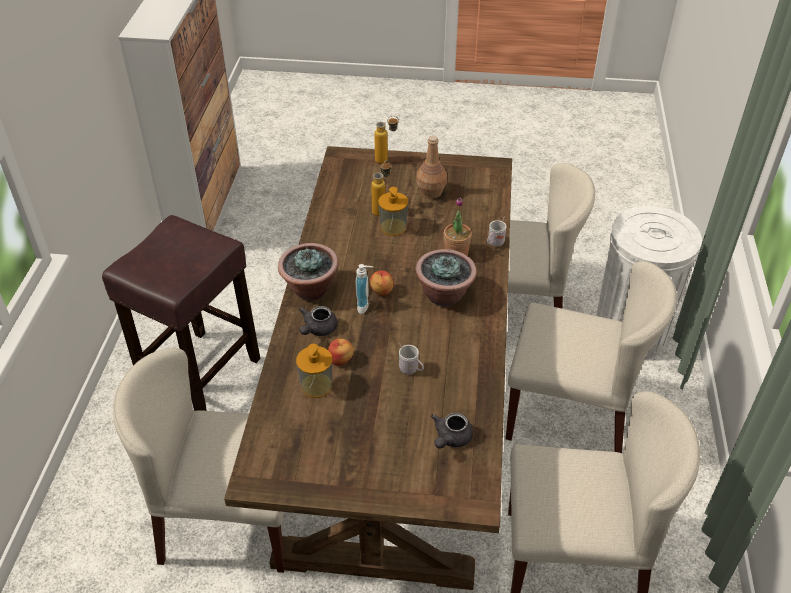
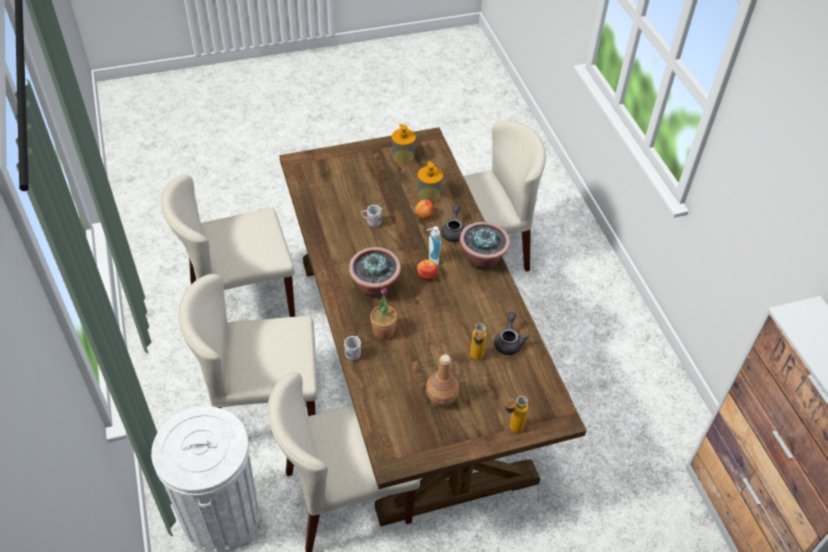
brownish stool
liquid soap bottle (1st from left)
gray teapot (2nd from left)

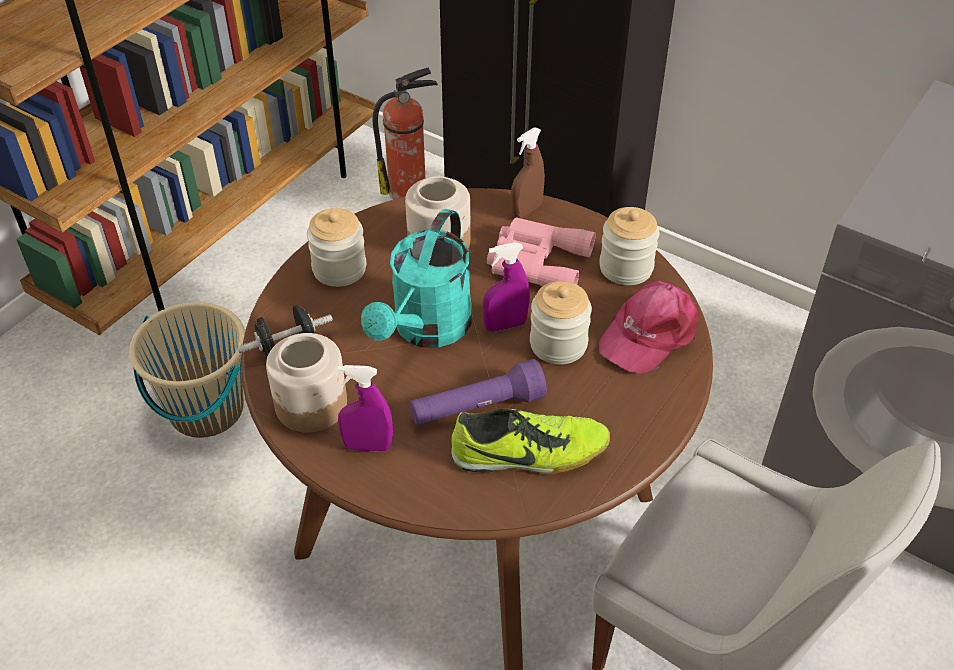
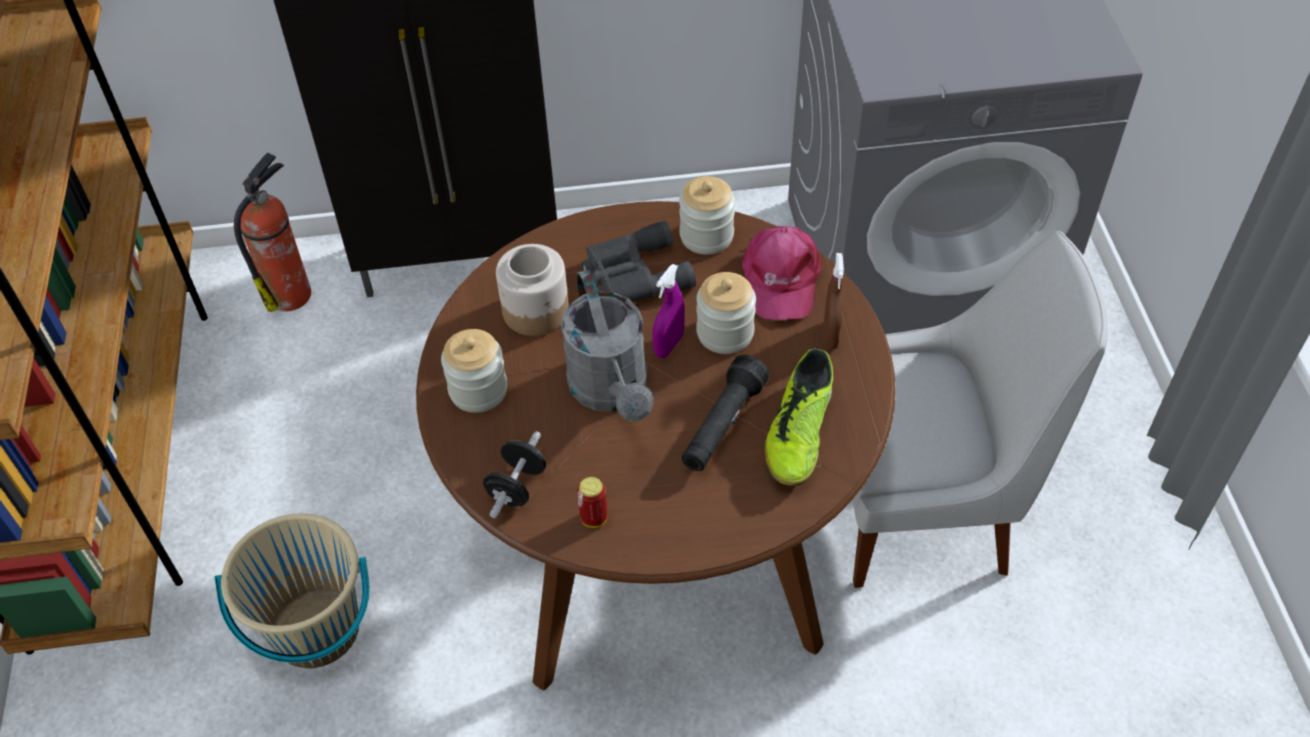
metal can
purple-coloured hand sprayer (1st from left in the first image)
gray watering can
black torch
item of footwear
gray pair of binoculars
brownish hand sprayer

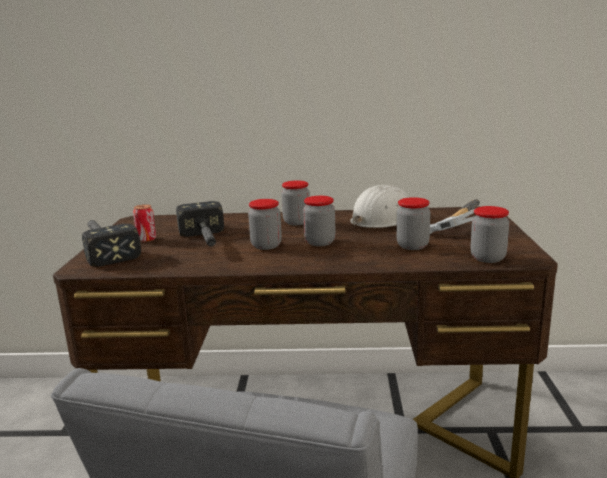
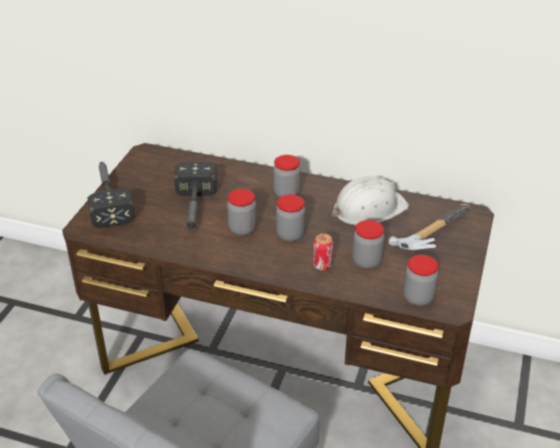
metal can

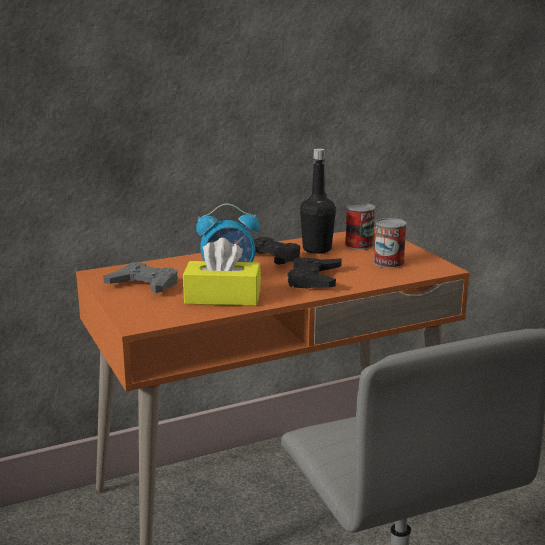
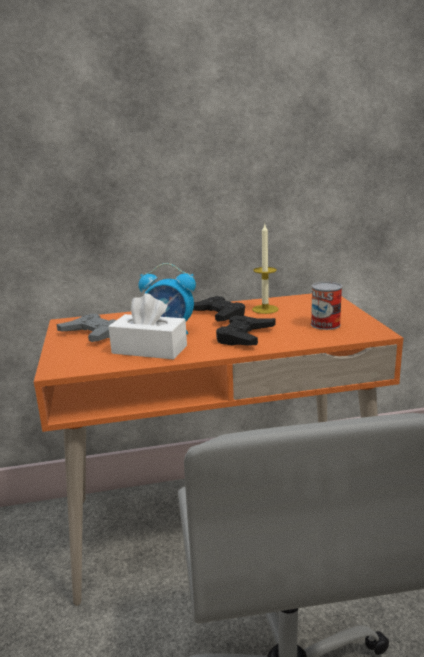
white box of tissues
wax light
metal can (1st from left in the first image)

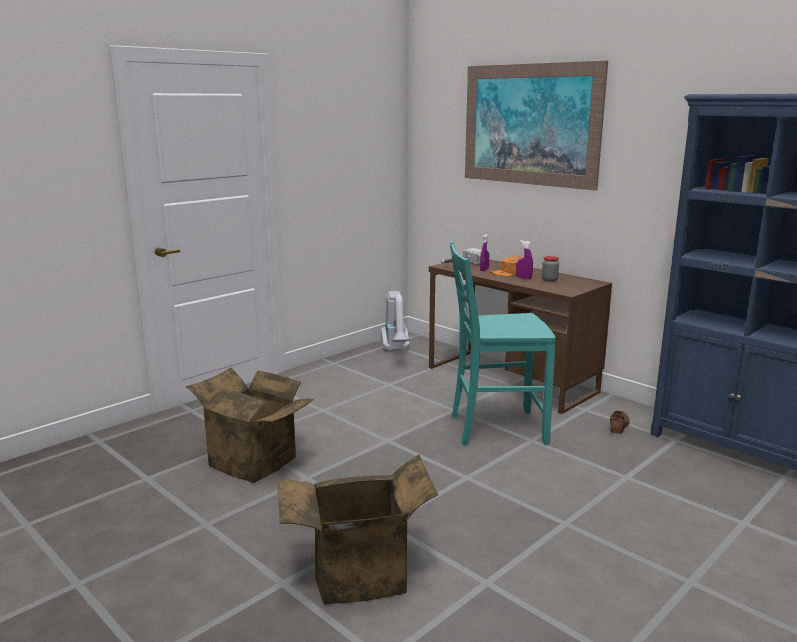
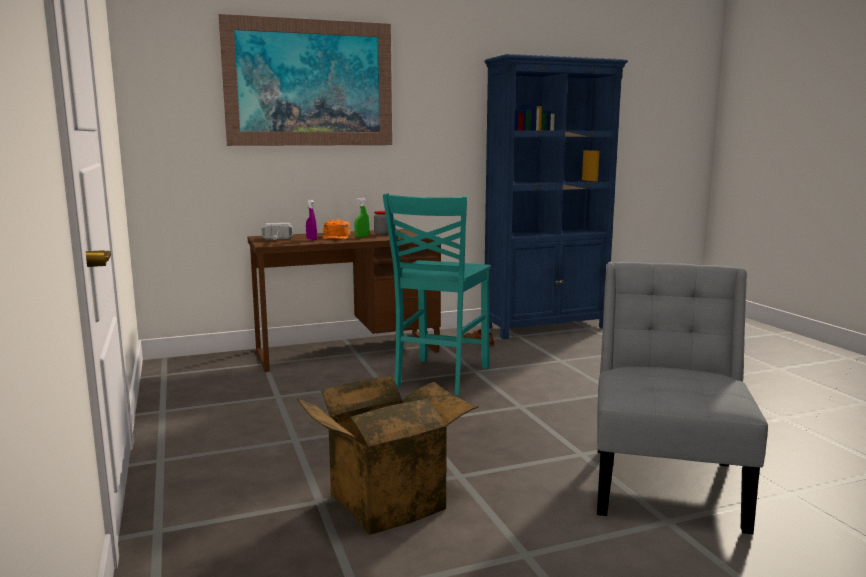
gray chair
vacuum cleaner
greenish hand sprayer

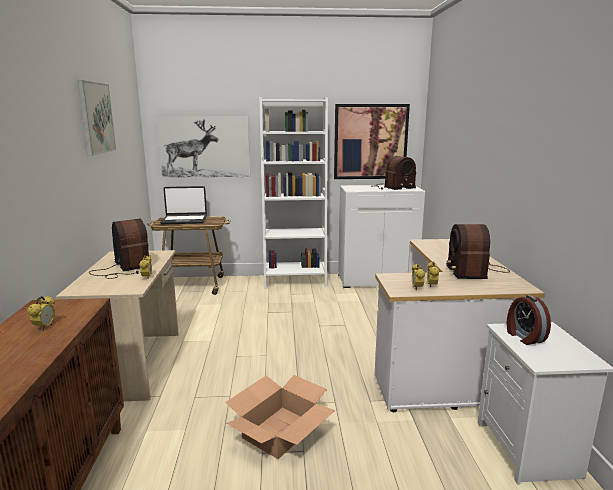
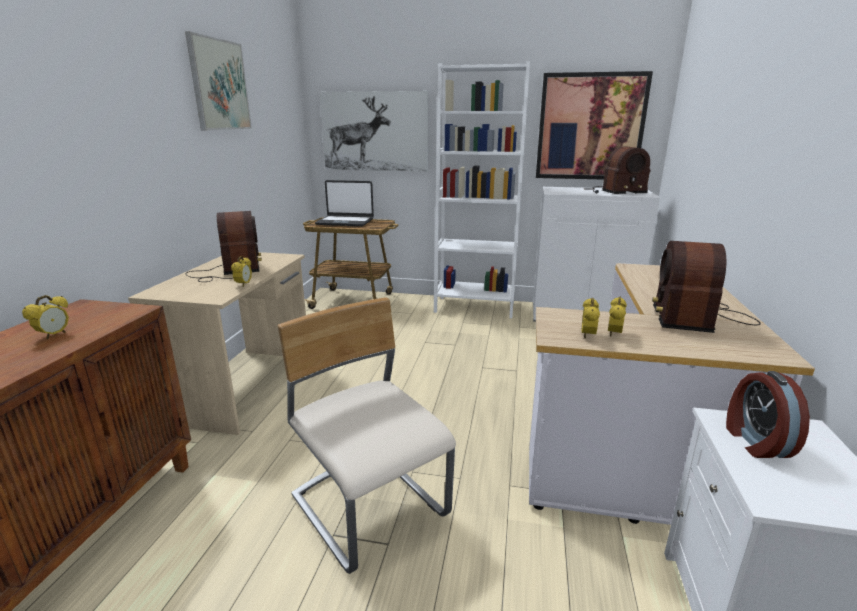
sand-coloured chair

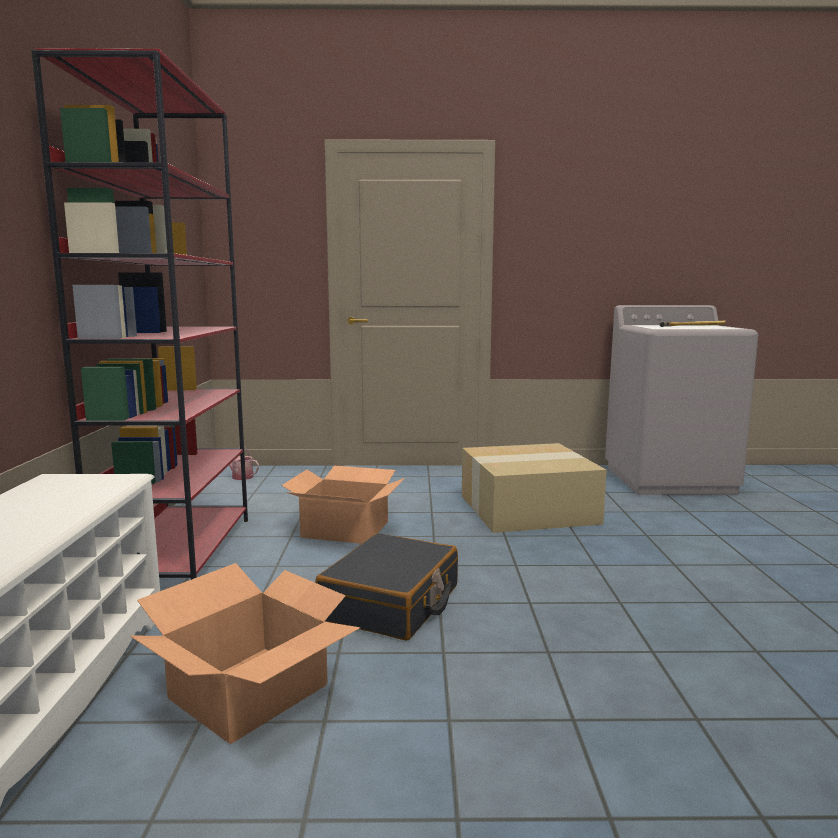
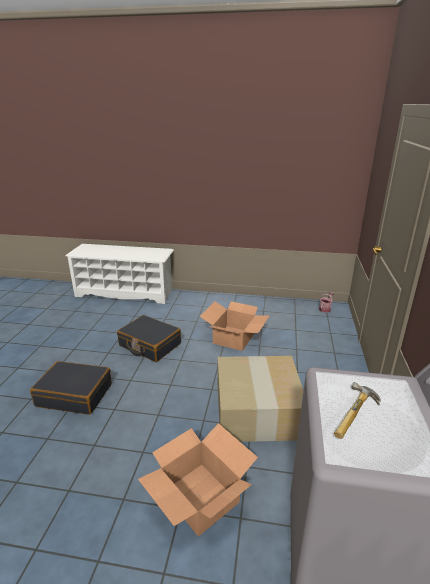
reddish bookcase
packing box (1st from left)
black travel case (1st from left)

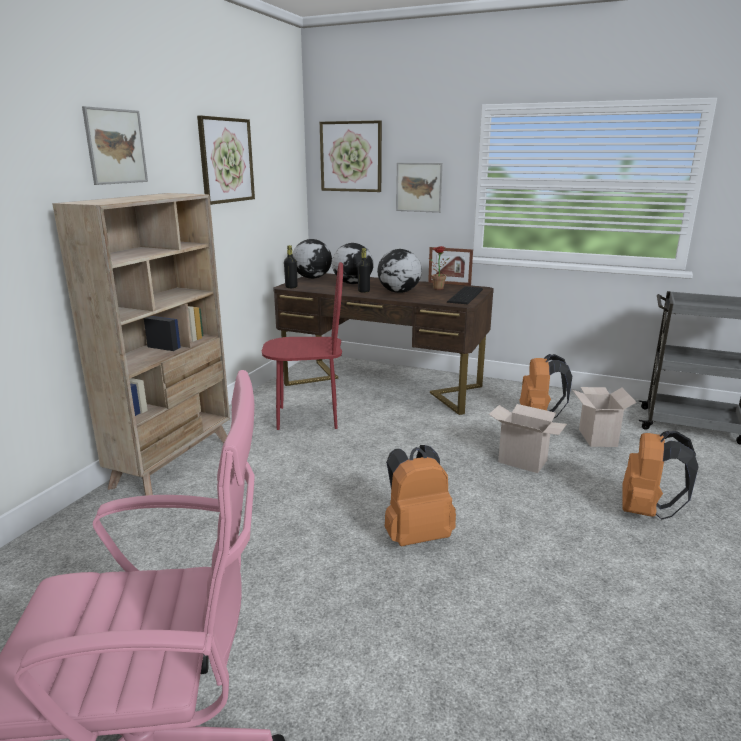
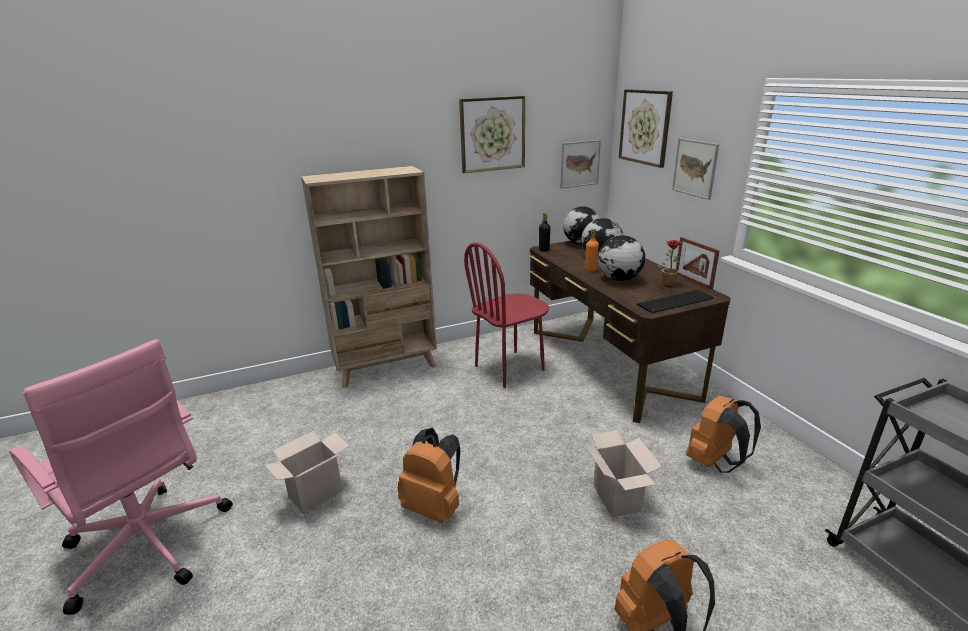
wall art (2nd from left)
reddish chair
orange bottle
packing box (1st from left)

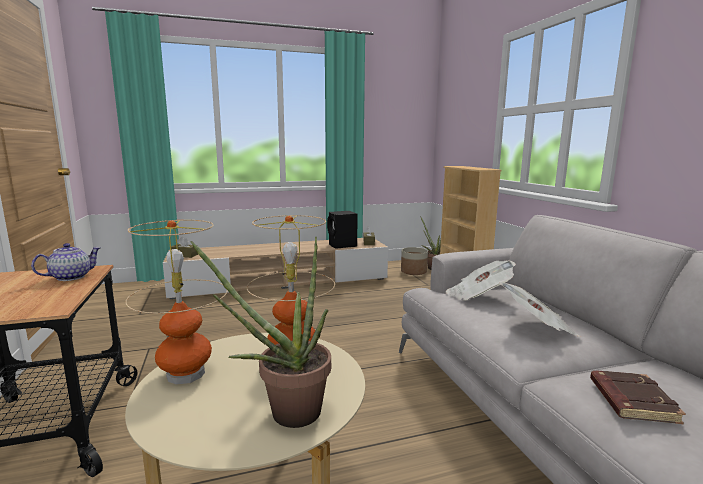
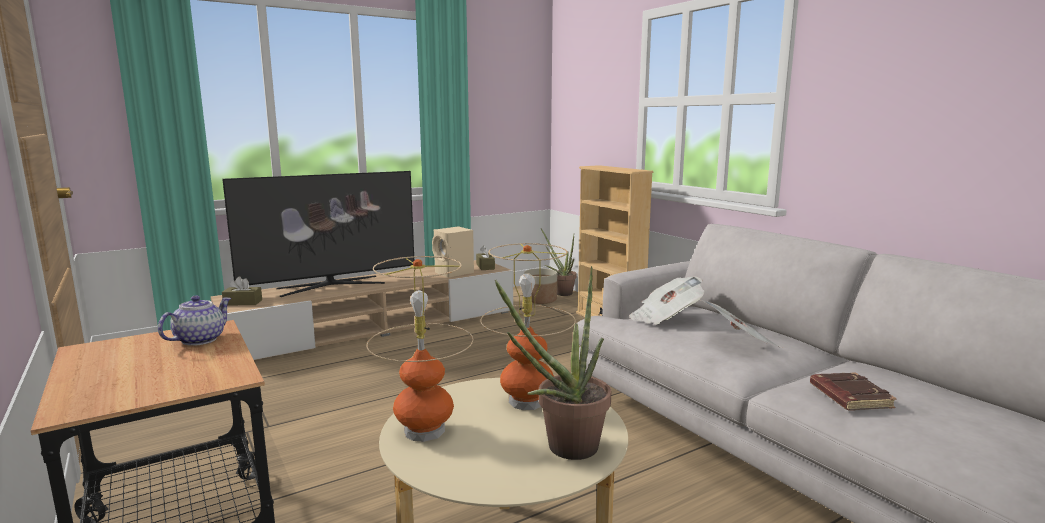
sand-coloured speaker
television

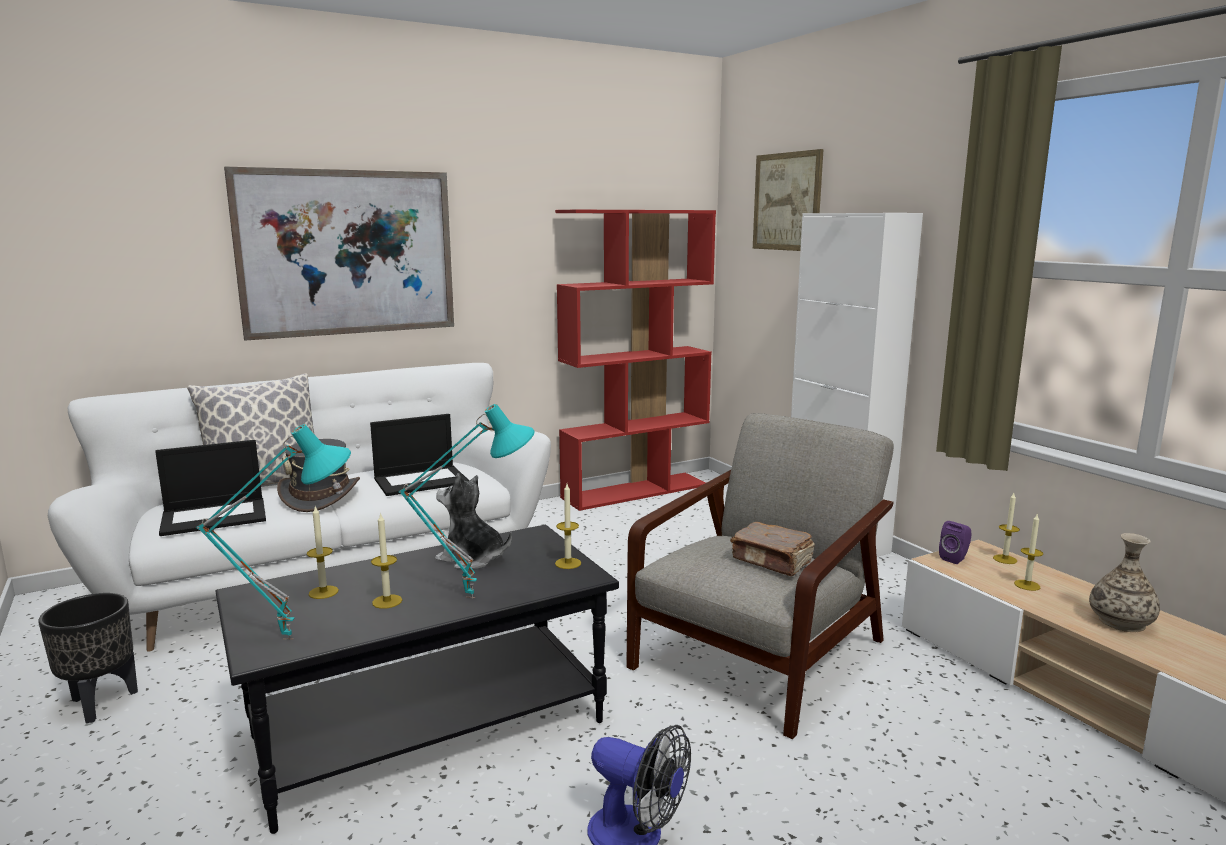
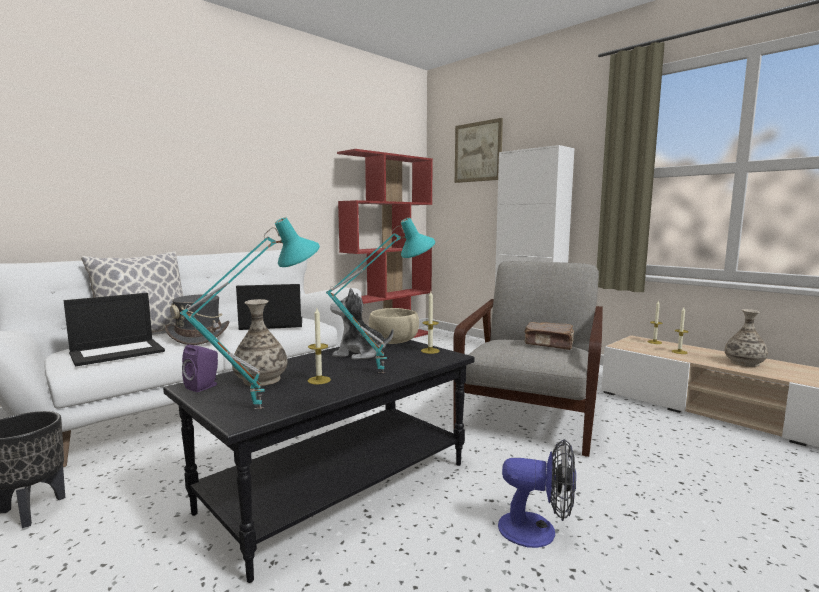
wall art (1st from left in the first image)
decorative vase (1st from left)
laptop (2nd from left)
purple-coloured speaker
sand-coloured serving bowl

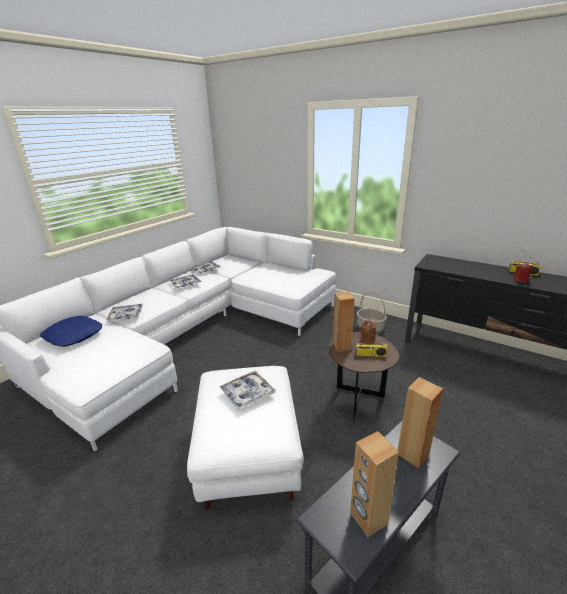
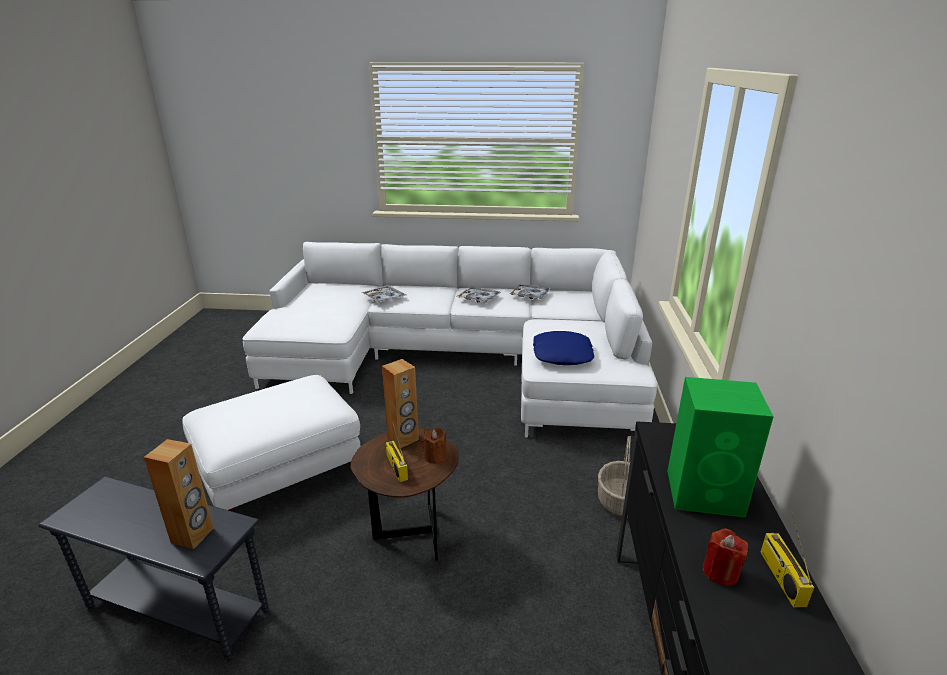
blue cushion
serving tray (4th from left in the first image)
brownish speaker (2nd from left in the first image)
greenish speaker

